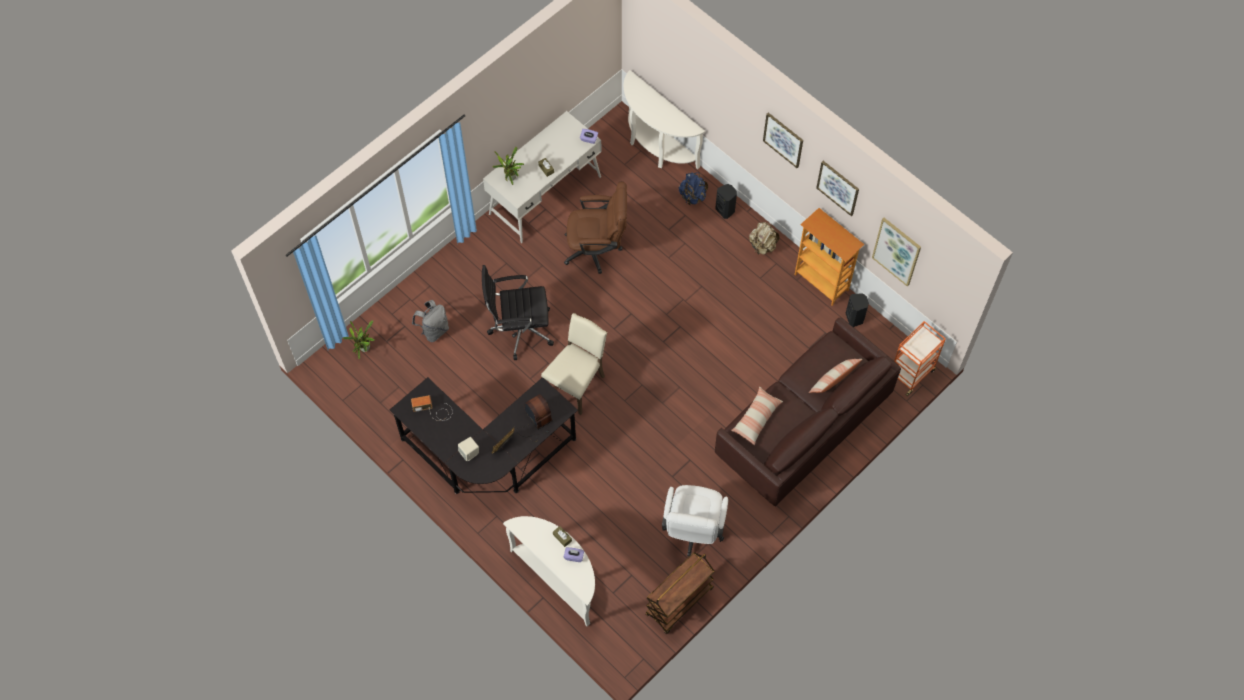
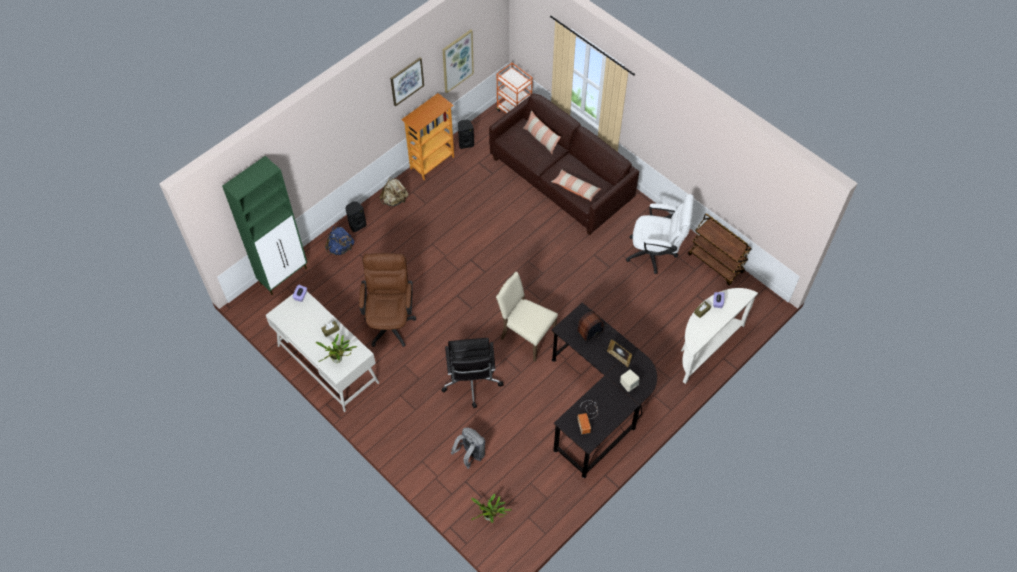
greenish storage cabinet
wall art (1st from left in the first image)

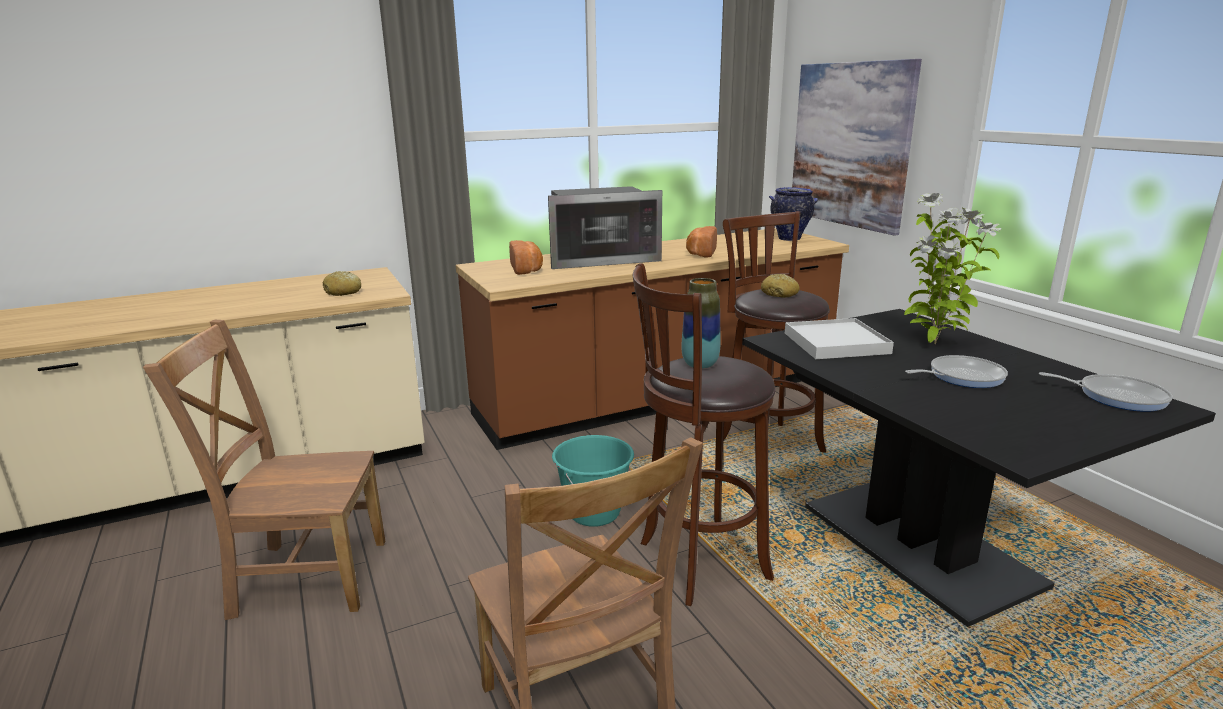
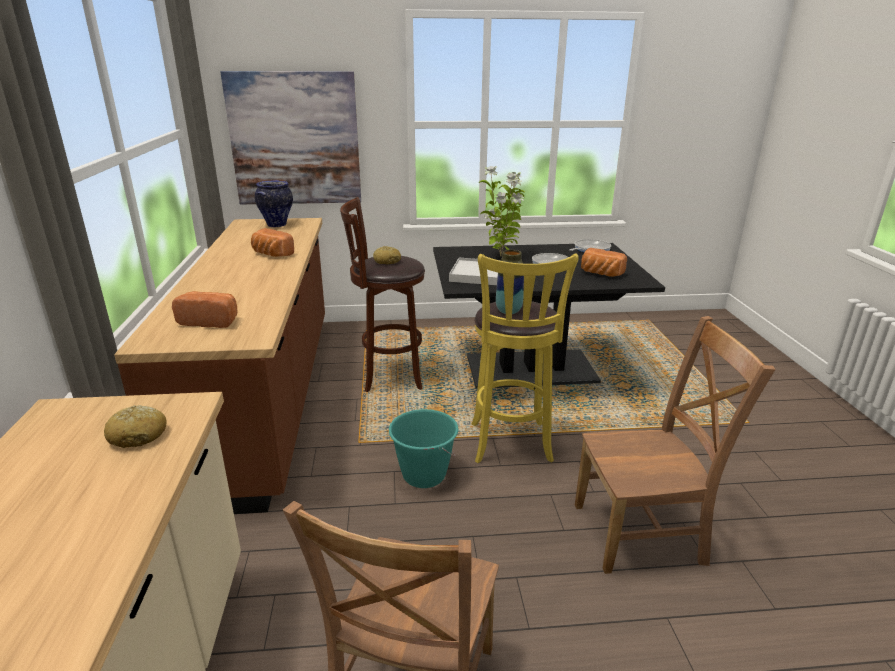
microwave
yellow stool
bakery bread (5th from left)

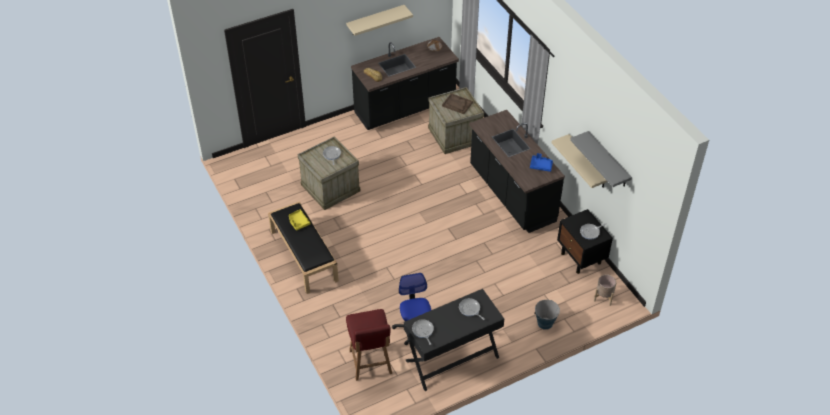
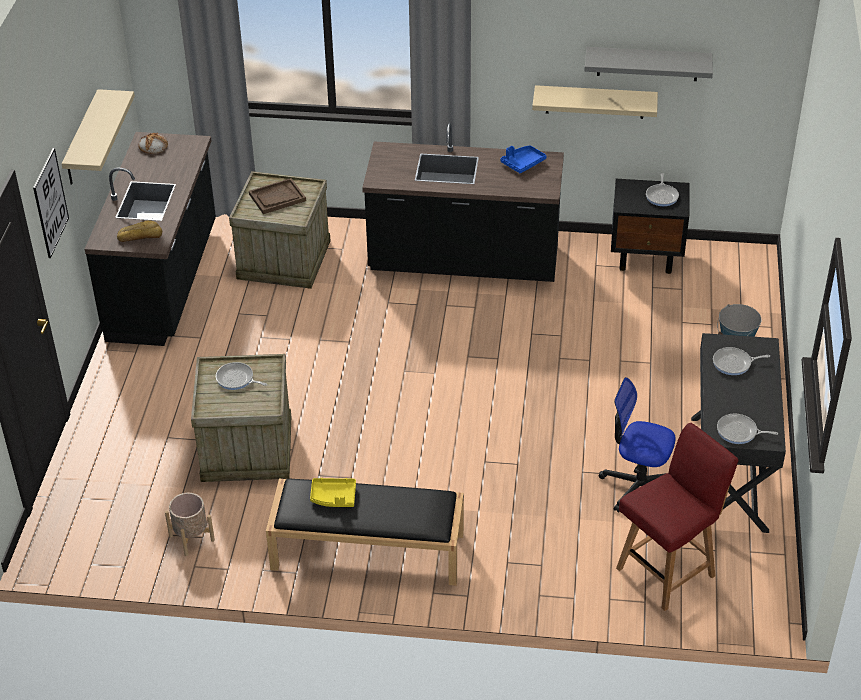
reddish chair
sand-coloured planter
wall art

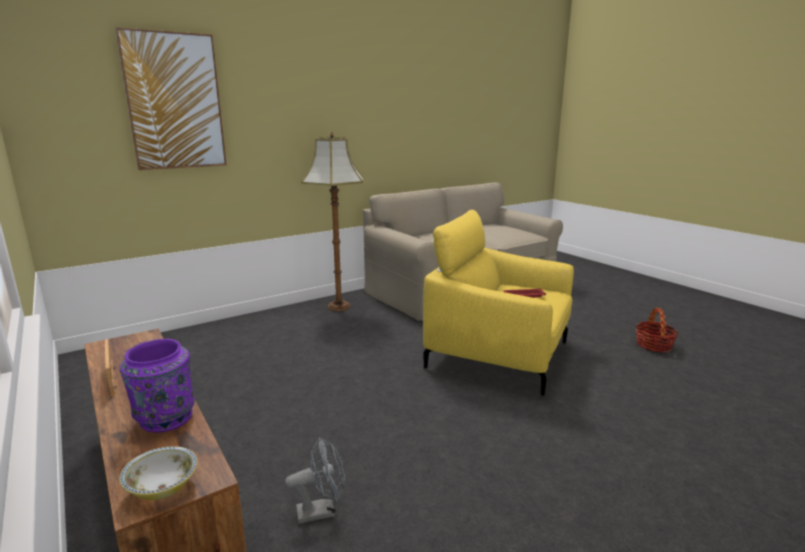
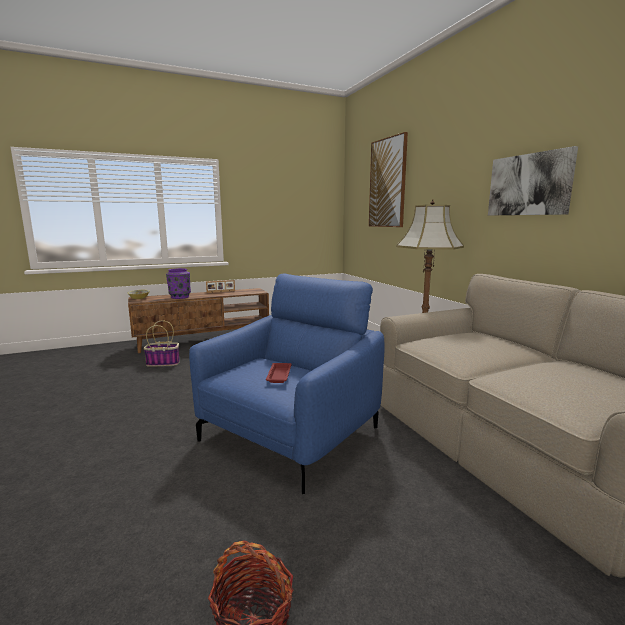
storage basket (1st from left)
blue lounge chair
wall art (2nd from left)

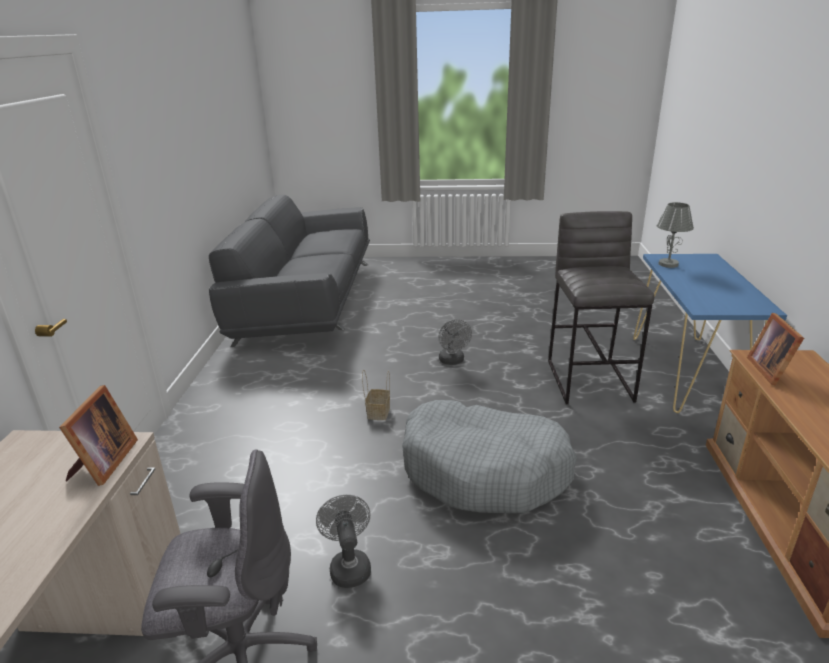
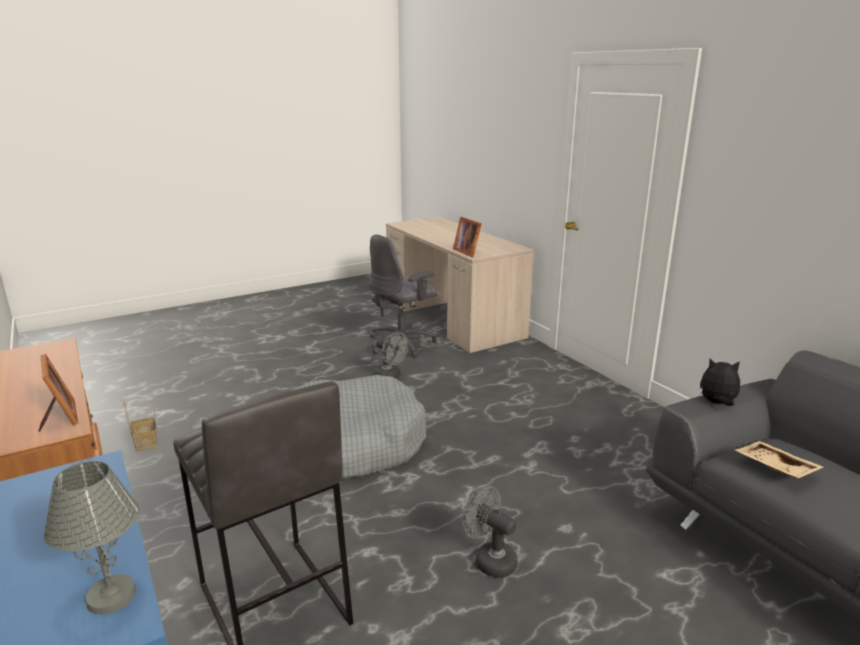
storage basket
plush toy
sand-coloured serving tray

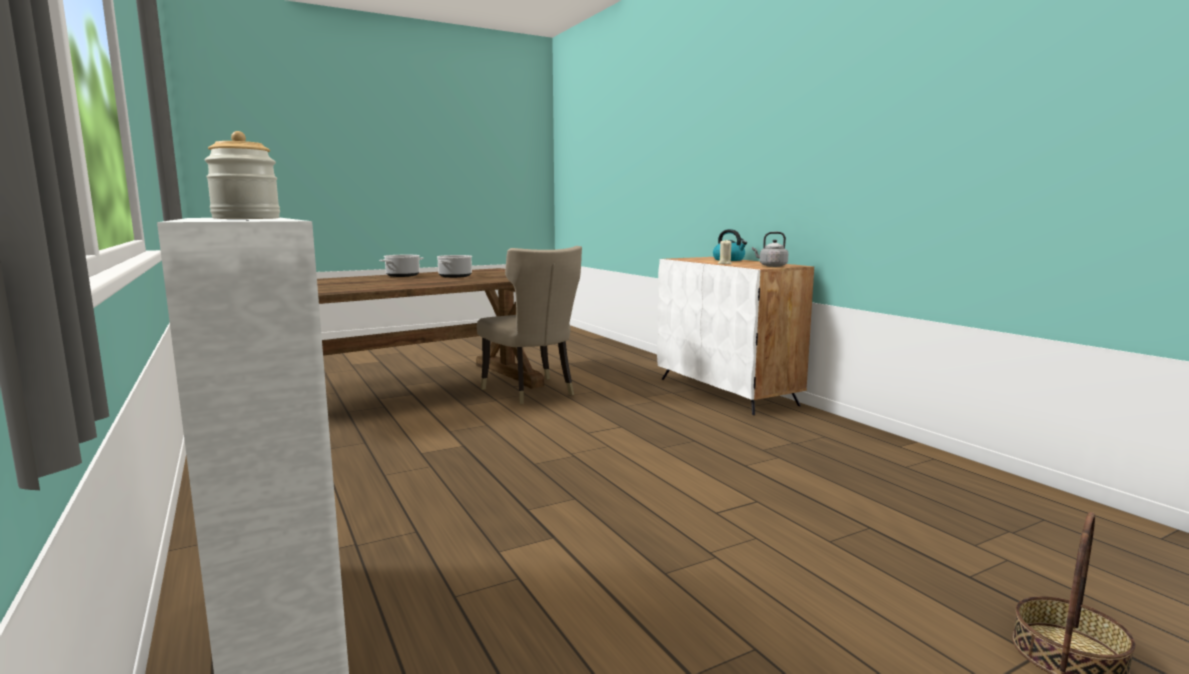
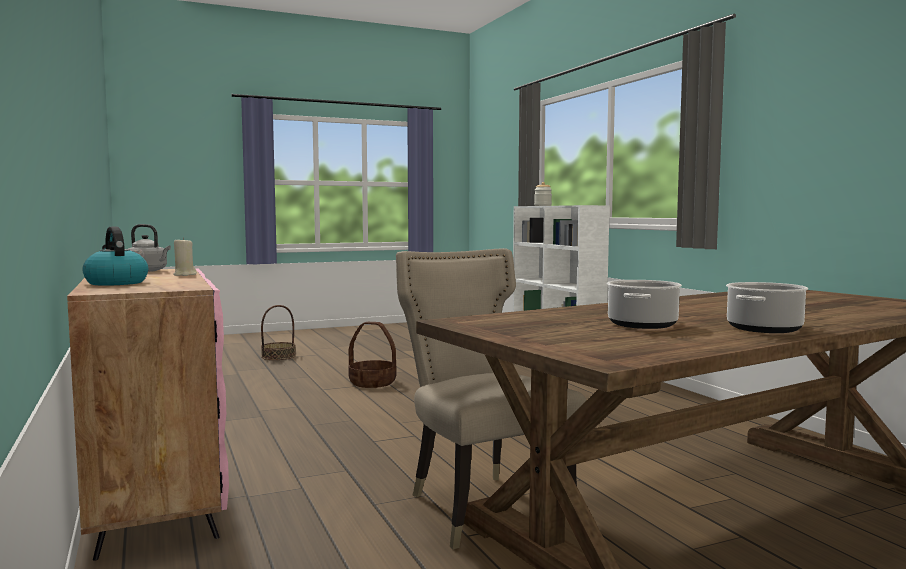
pink storage cabinet
storage basket (2nd from left)

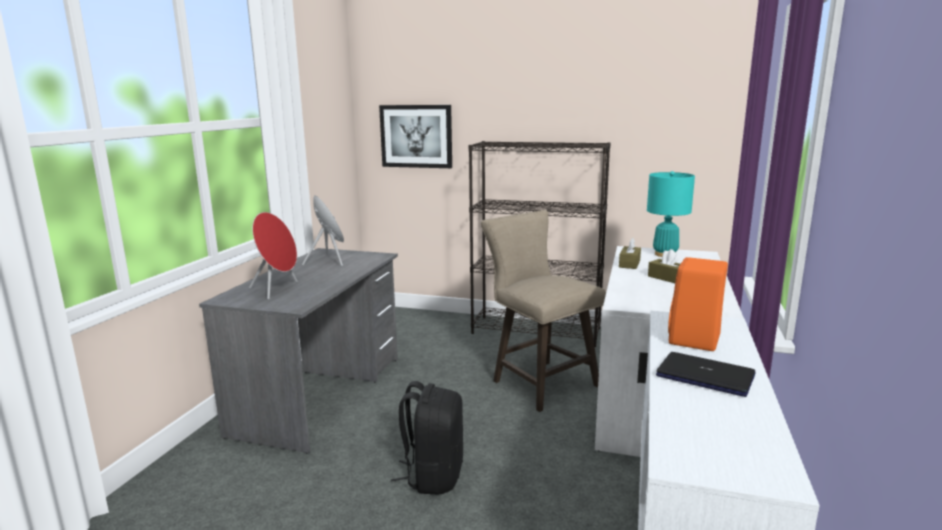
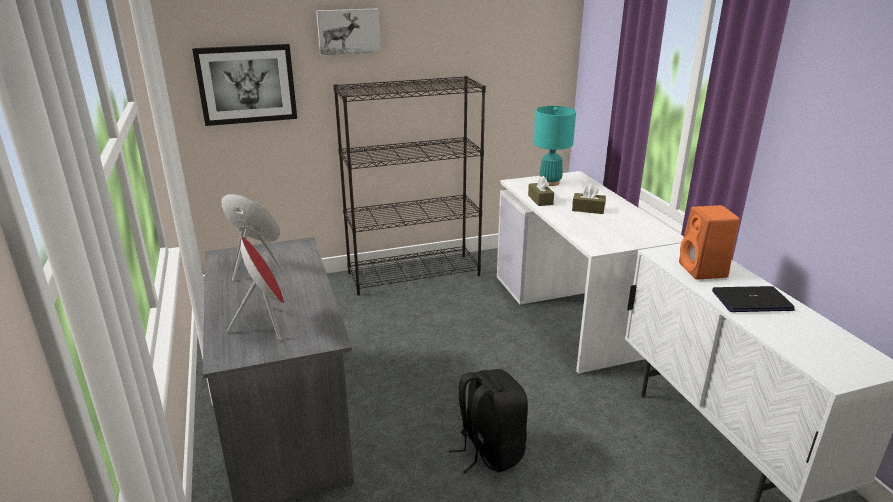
sand-coloured stool
wall art (2nd from left)

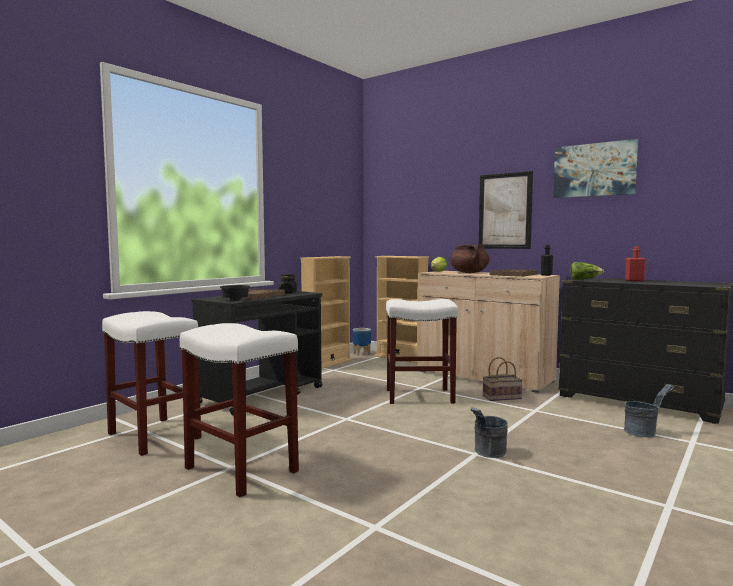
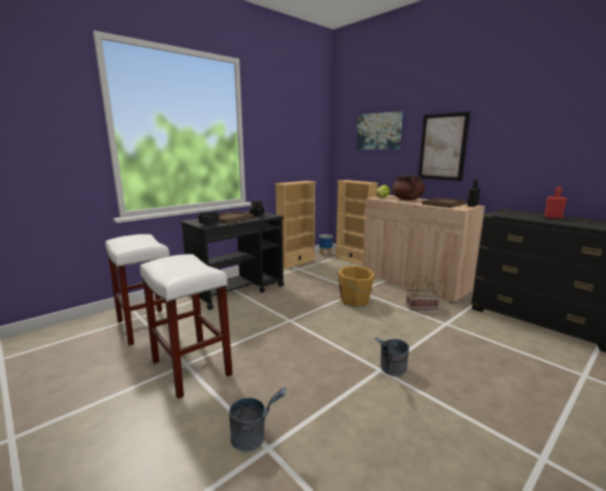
orange water bucket
wall art (1st from left)
lettuce head (2nd from left in the first image)
gray water bucket (1st from left)

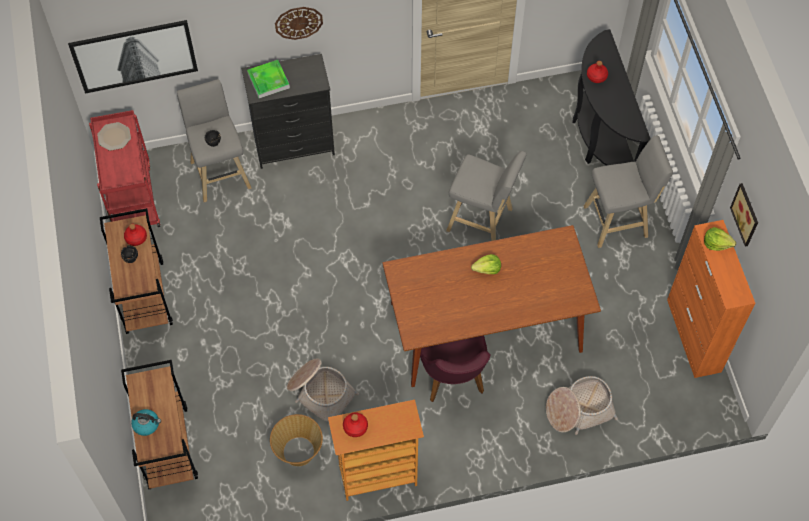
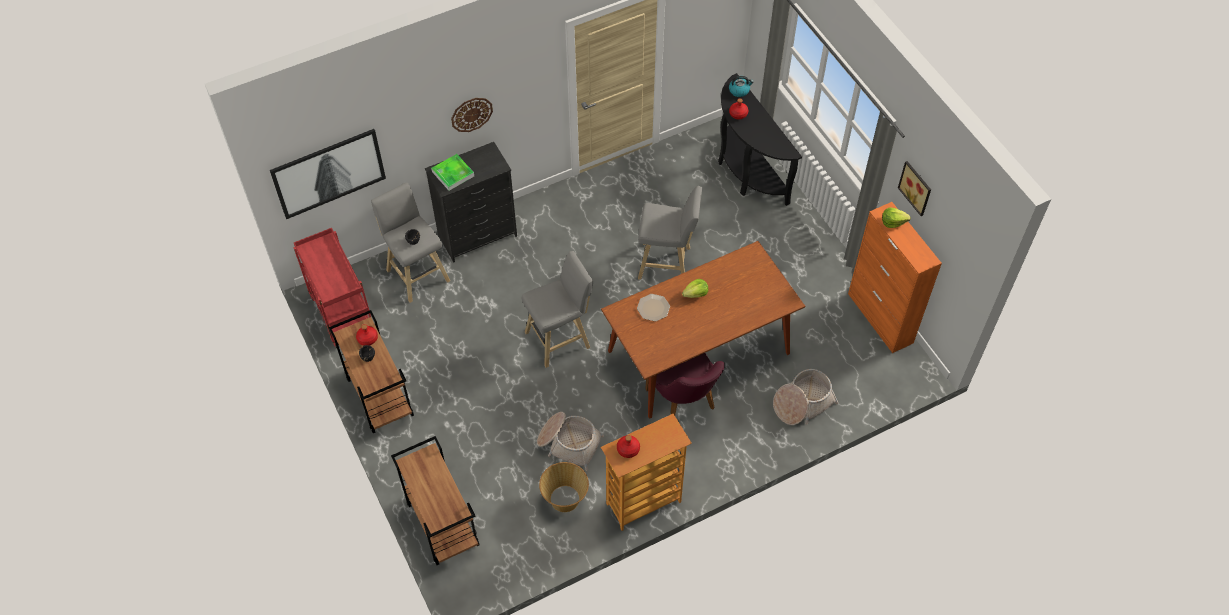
flat dish
tea kettle
gray stool (2nd from left)

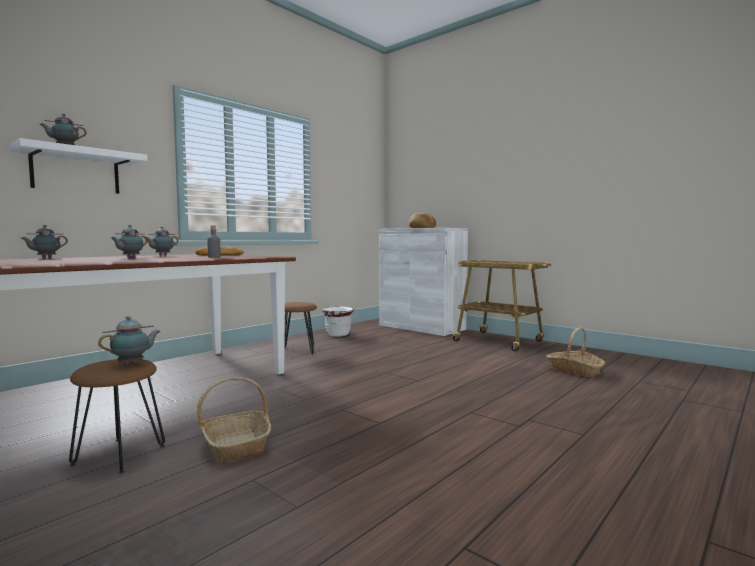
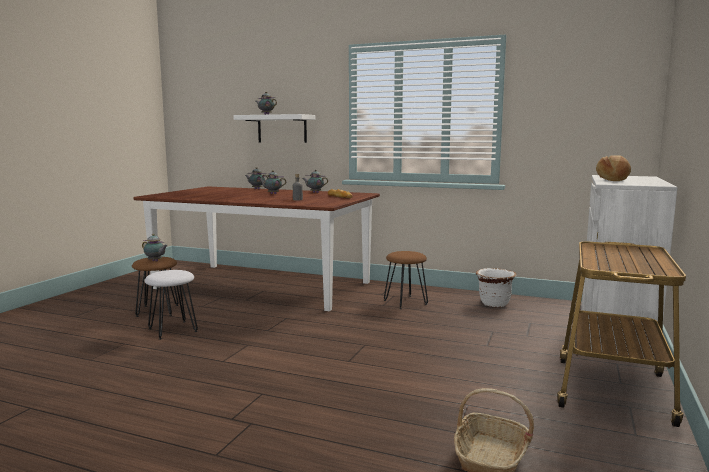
white stool

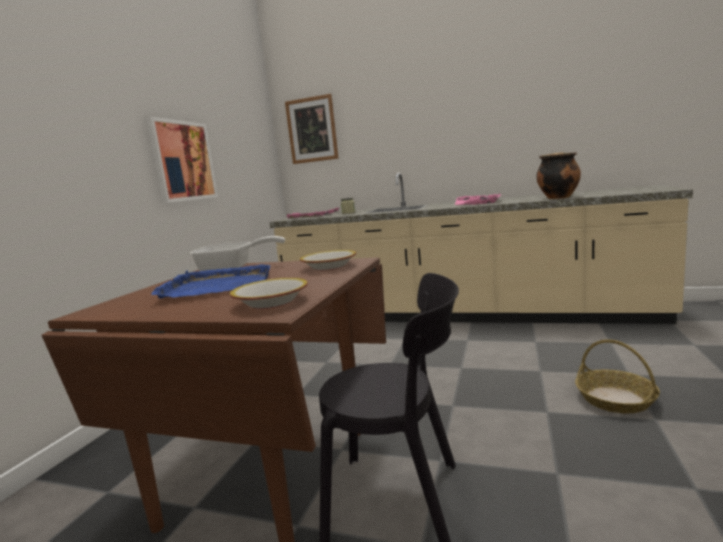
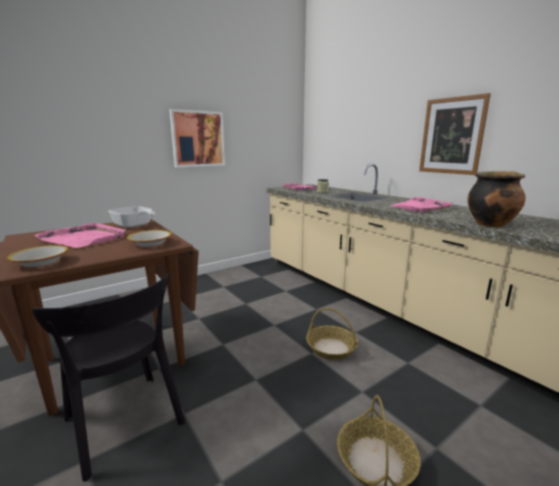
pink serving tray (1st from left)
wall art (2nd from left)
storage basket (1st from left)

